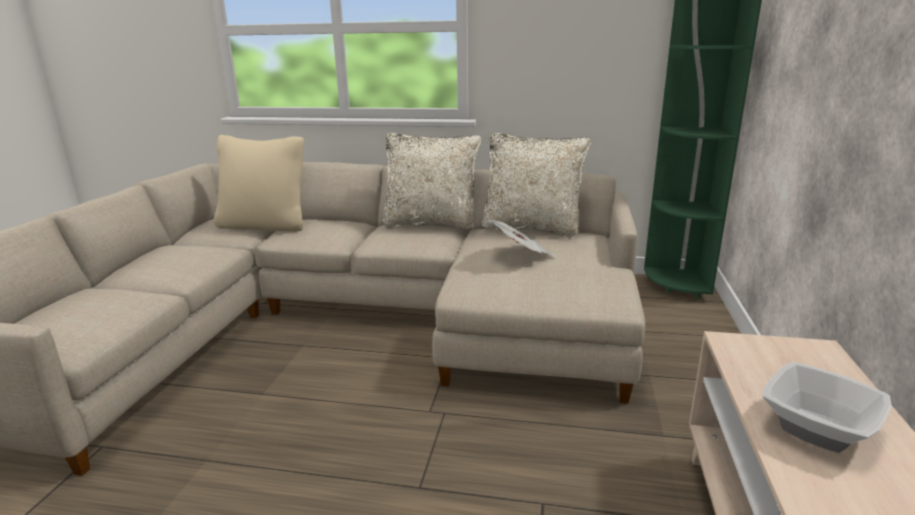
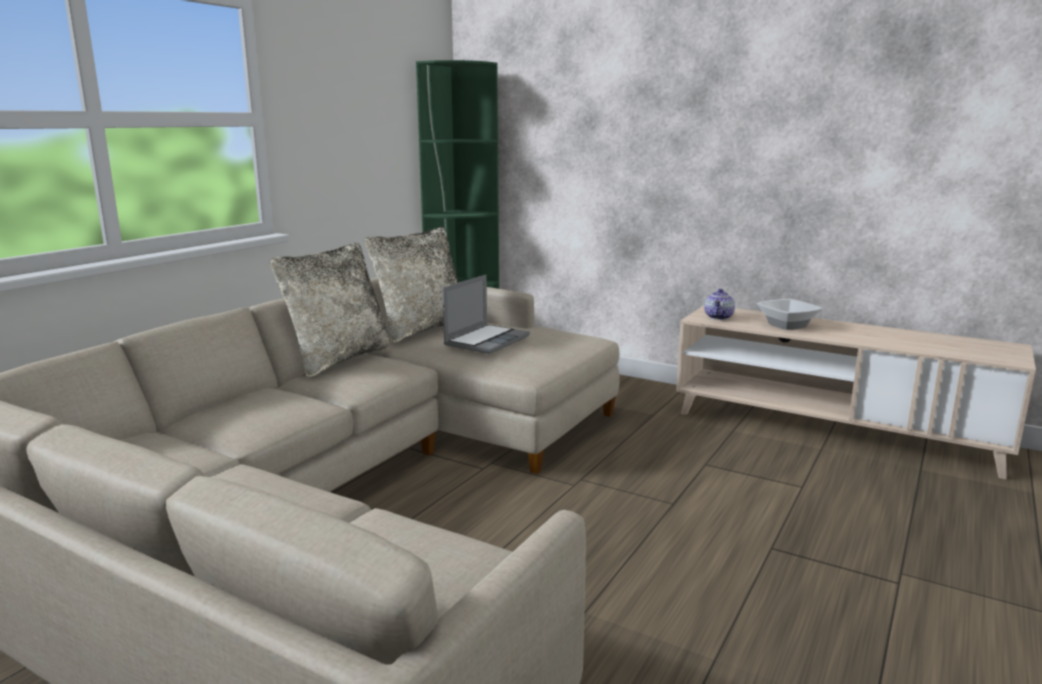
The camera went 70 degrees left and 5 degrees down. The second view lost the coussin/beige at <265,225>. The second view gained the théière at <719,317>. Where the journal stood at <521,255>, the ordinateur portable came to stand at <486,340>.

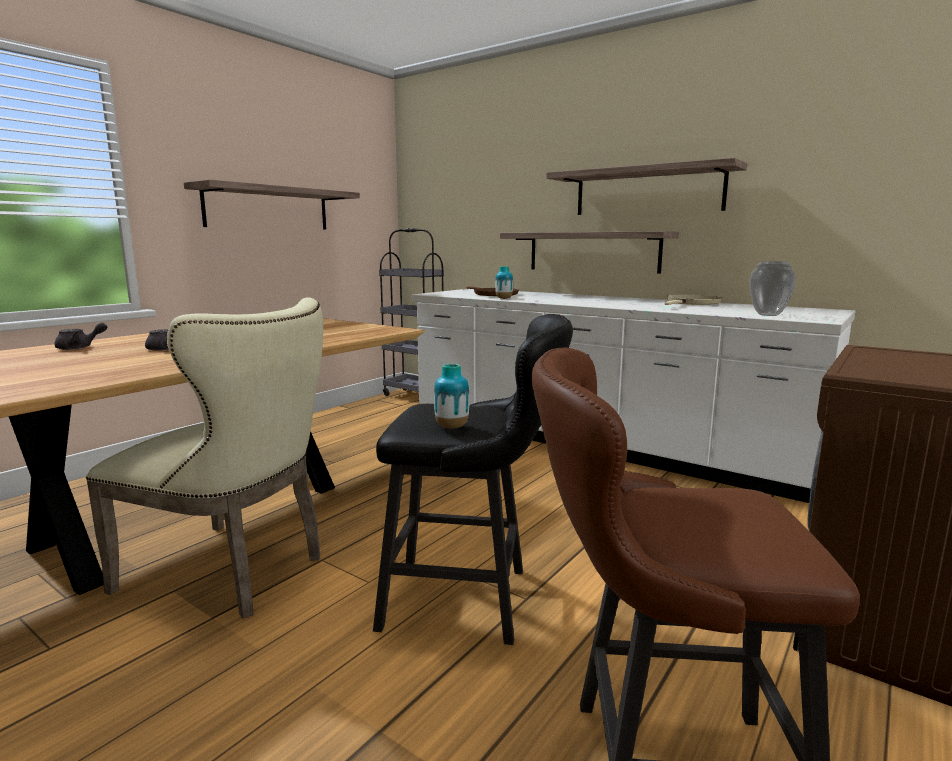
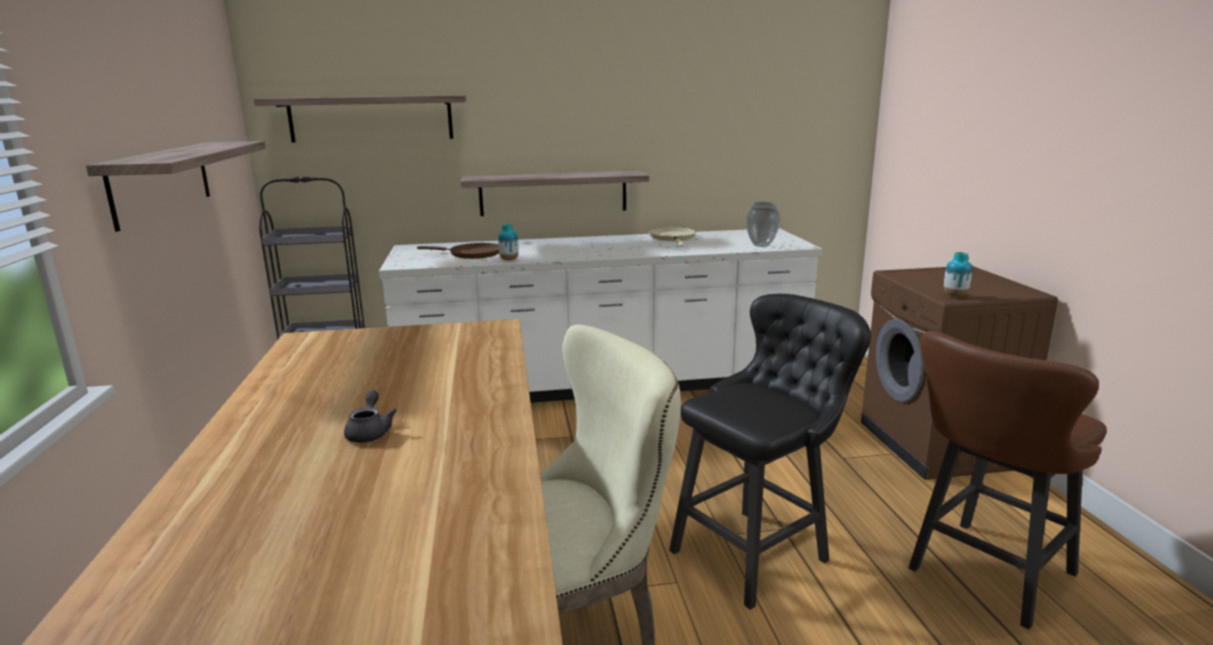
The camera went 45 degrees left and 5 degrees up. The second view lost the théière/gris at <80,348>. The vase ended up elsewhere, having gone from <452,427> to <955,295>. The étagère ended up elsewhere, having gone from <647,191> to <371,118>.

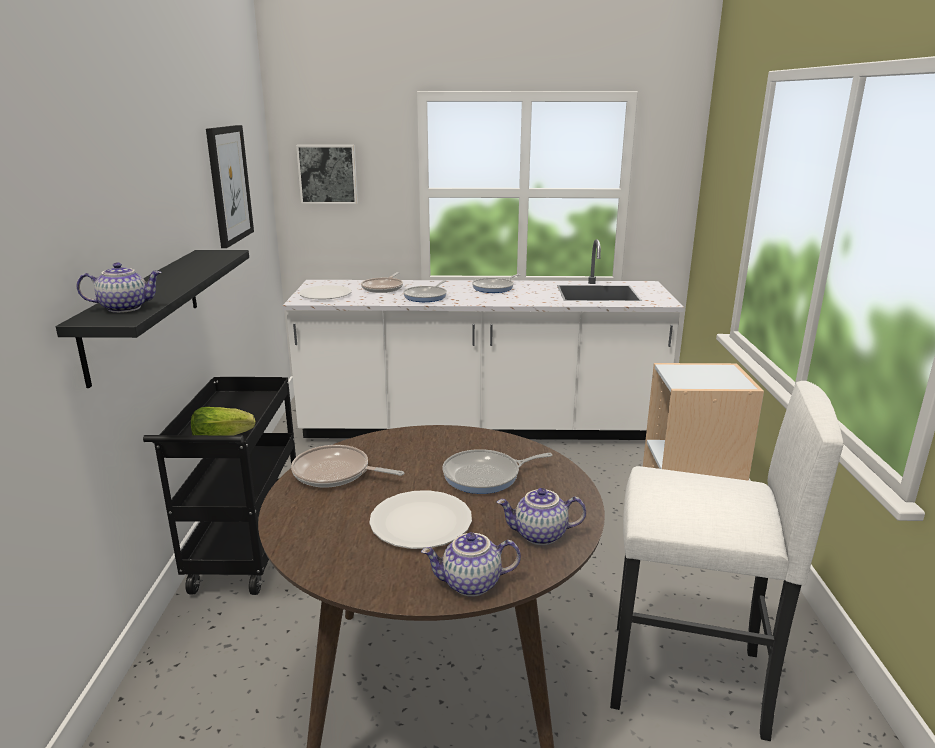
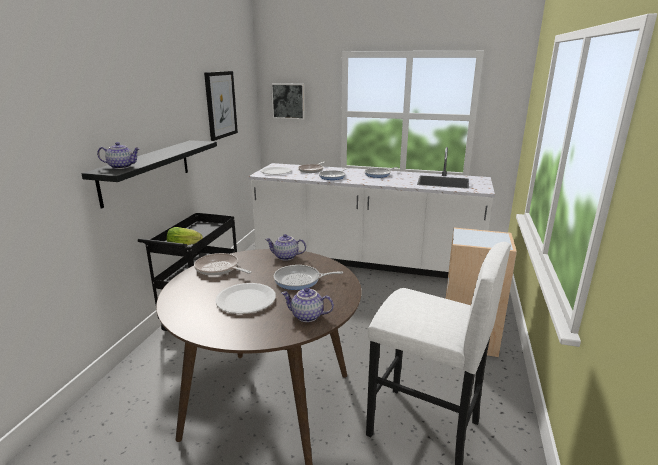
The camera went 15 degrees right and 0 degrees up. The théière ended up elsewhere, having gone from <471,584> to <285,257>.

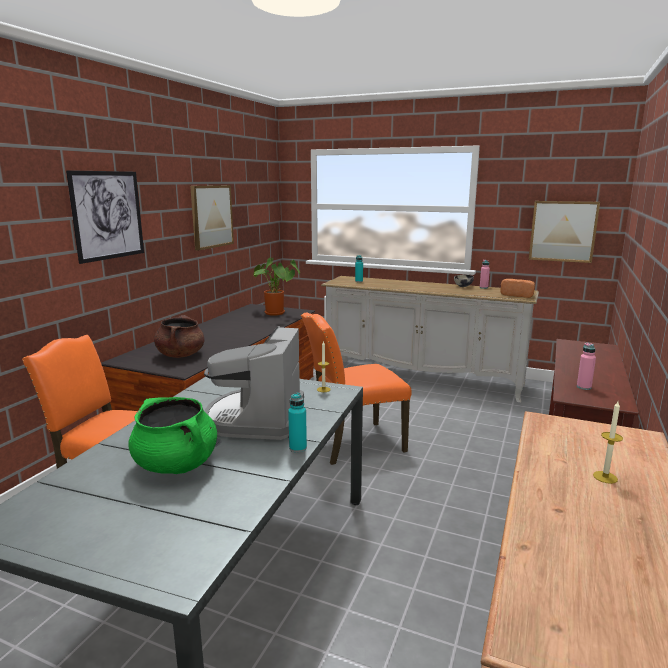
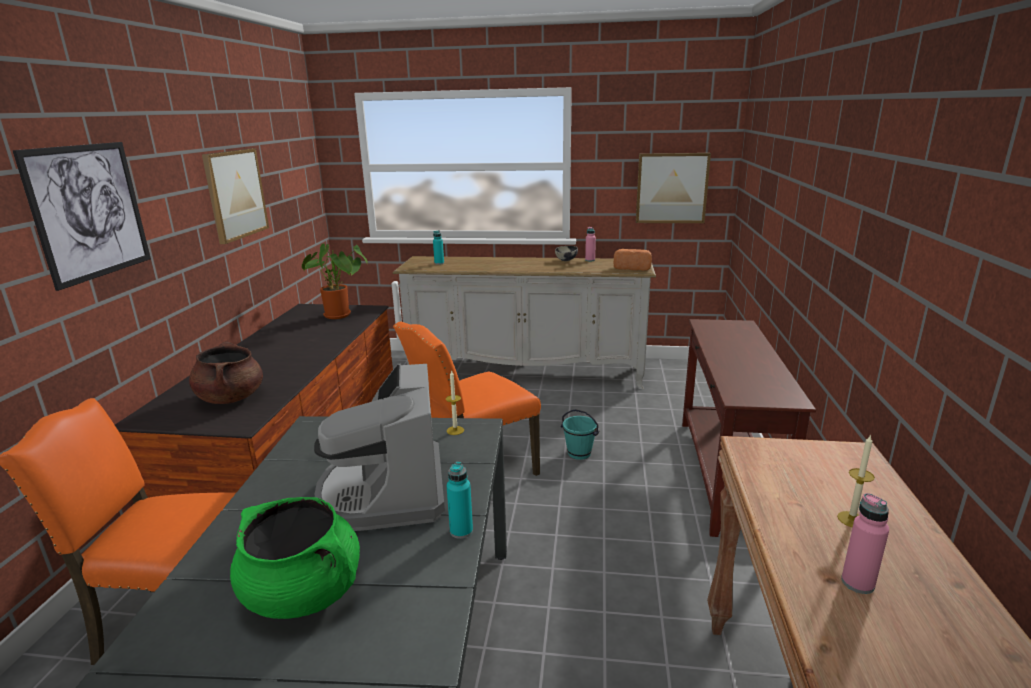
The camera went 15 degrees left and 5 degrees up. The second view gained the seau/turquoise at <579,453>. The bouteille/rose ended up elsewhere, having gone from <583,387> to <857,583>.

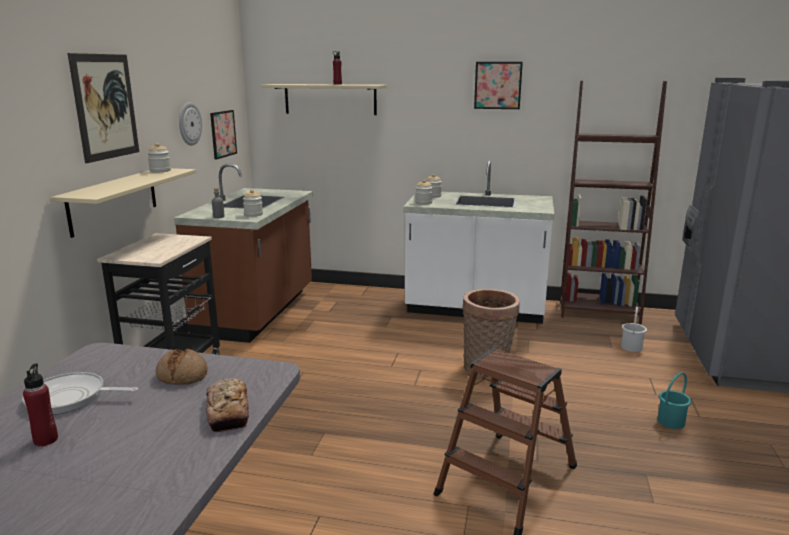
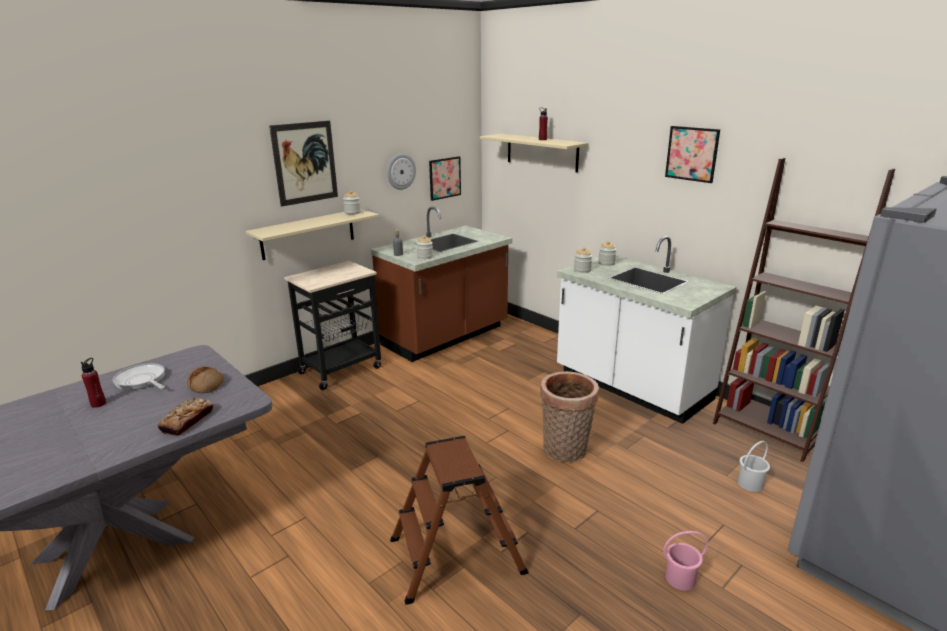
The camera went 35 degrees right and 5 degrees up. What was the seau/turquoise at <671,422> turned into the seau/rose at <680,579>.

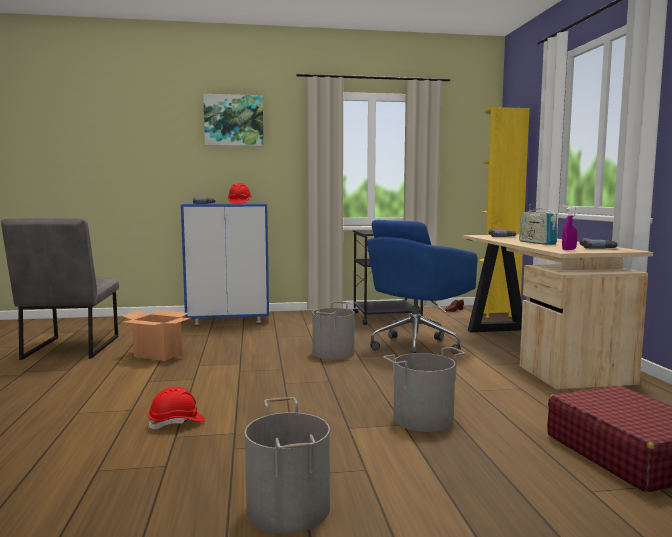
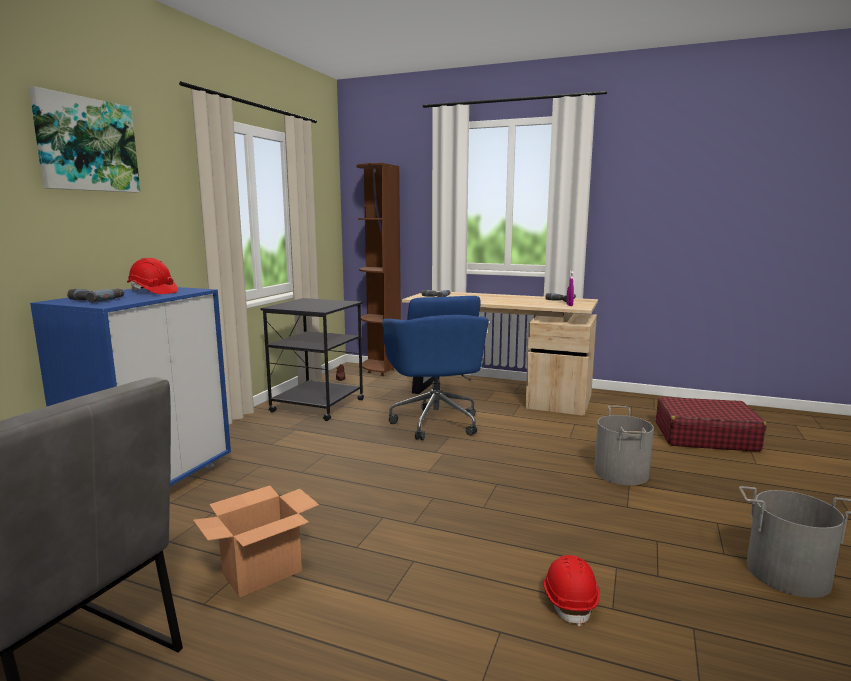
The camera went 60 degrees left and 5 degrees up. The second view lost the seau/gris at <334,353>. The second view lost the radio at <537,243>. What was the bibliothèque/jaune at <495,314> turned into the bibliothèque/marron at <378,371>.

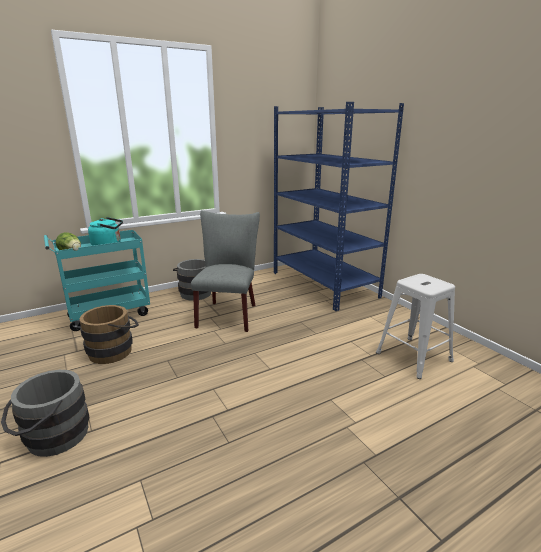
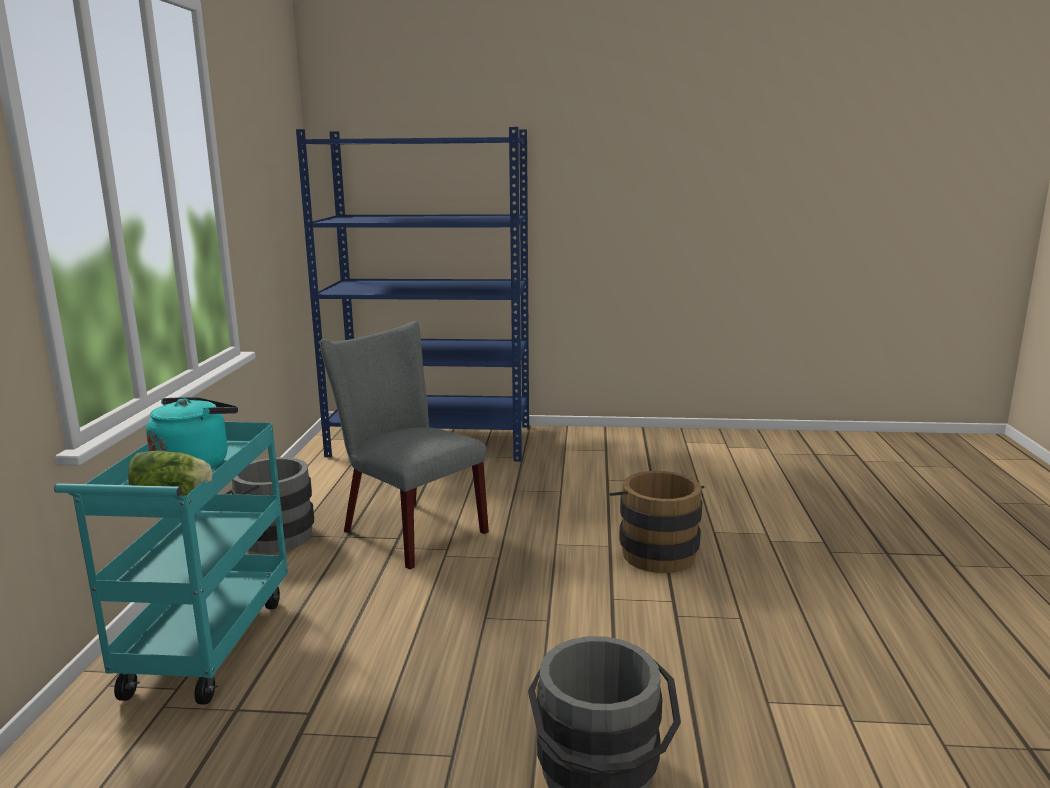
The camera went 55 degrees left and 5 degrees down. The second view lost the tabouret/blanc at <413,357>. The seau/marron ended up elsewhere, having gone from <114,350> to <655,551>.

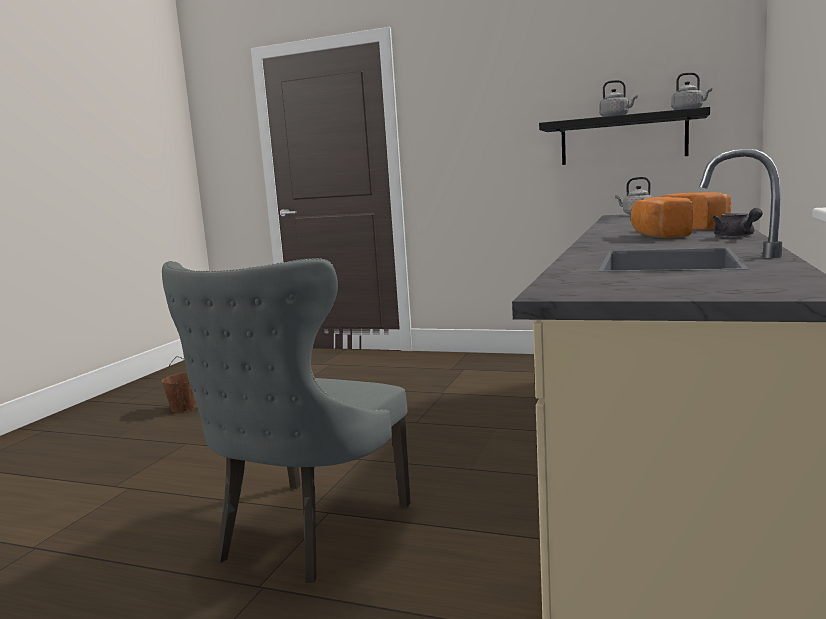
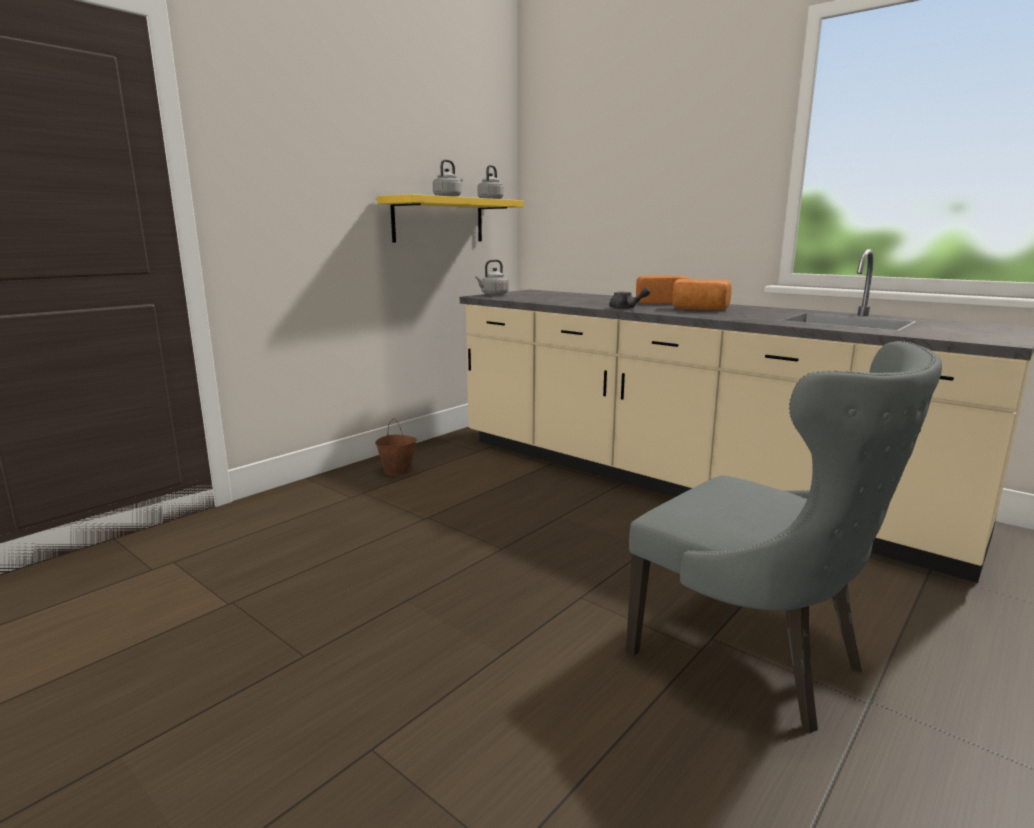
The camera went 70 degrees left and 5 degrees up. The seau/marron ended up elsewhere, having gone from <183,408> to <397,471>. The théière/gris ended up elsewhere, having gone from <736,236> to <626,308>. What was the étagère/noir at <623,139> turned into the étagère/jaune at <438,220>.

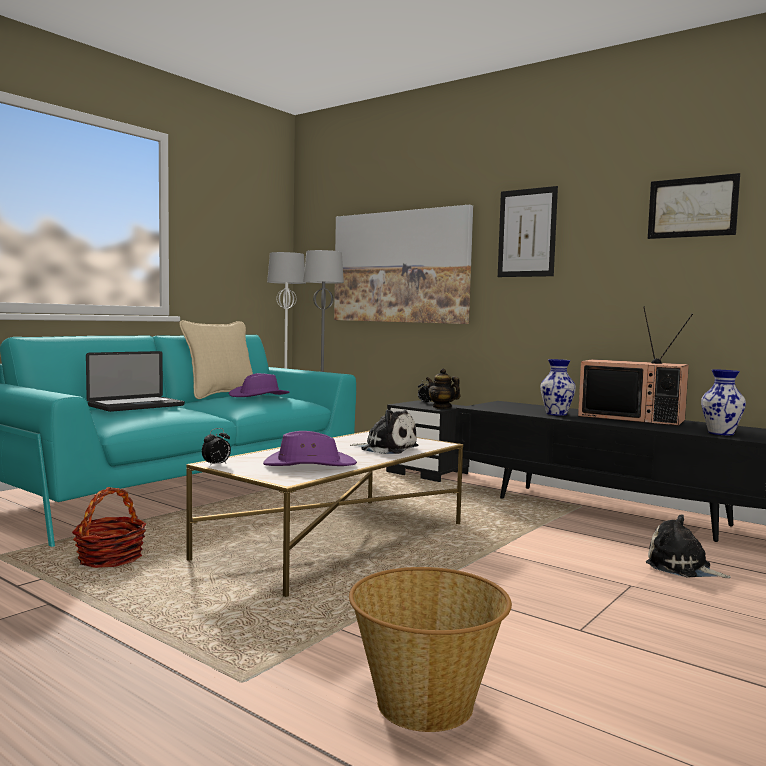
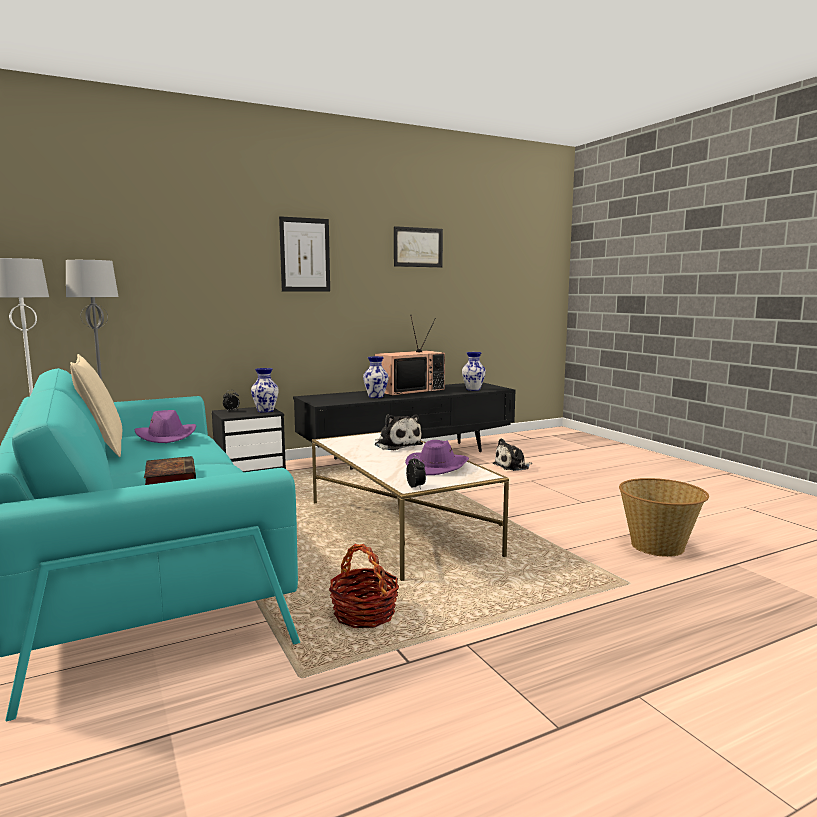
The camera went 65 degrees left and 5 degrees up. The second view lost the tableau at <400,267>. Where the ordinateur portable stood at <136,406>, the livre came to stand at <169,476>. Where the théière stood at <441,407>, the vase came to stand at <266,411>. The peluche at <386,449> ended up facing another way, 90 degrees clockwise from before.

